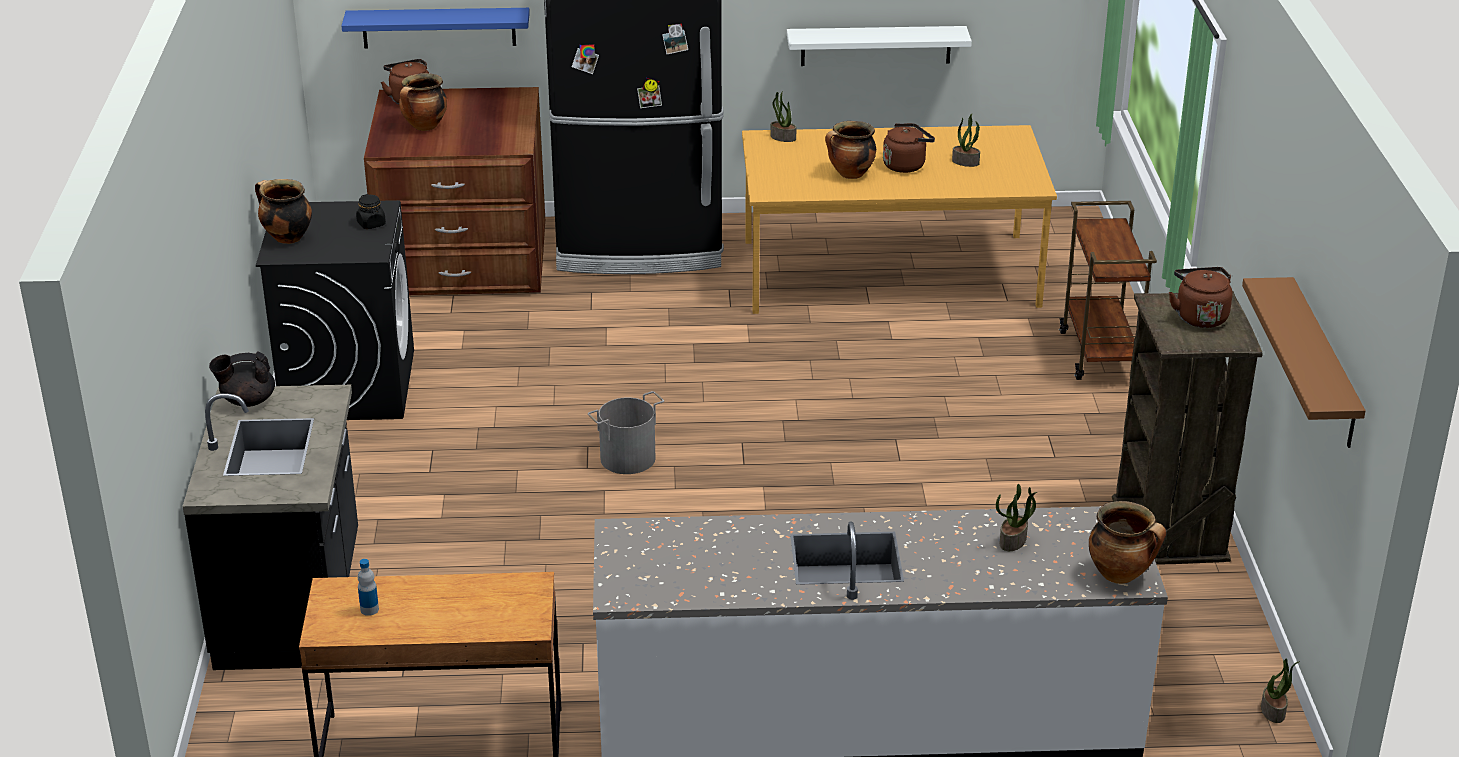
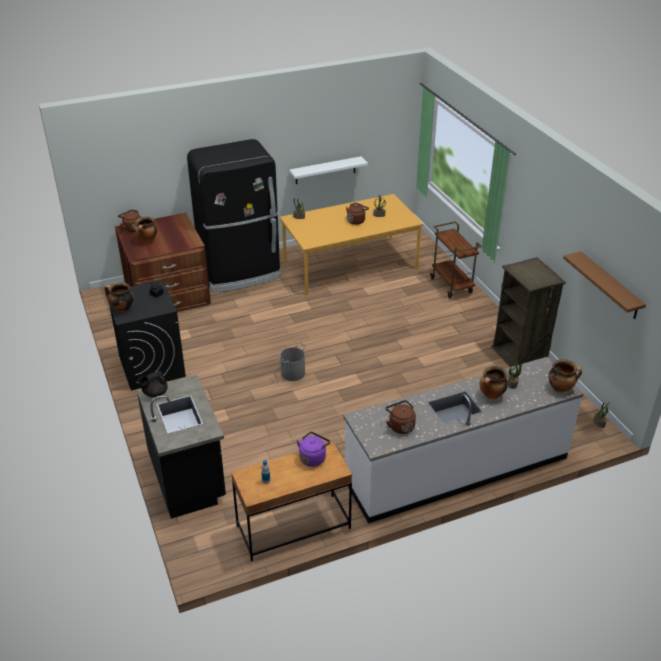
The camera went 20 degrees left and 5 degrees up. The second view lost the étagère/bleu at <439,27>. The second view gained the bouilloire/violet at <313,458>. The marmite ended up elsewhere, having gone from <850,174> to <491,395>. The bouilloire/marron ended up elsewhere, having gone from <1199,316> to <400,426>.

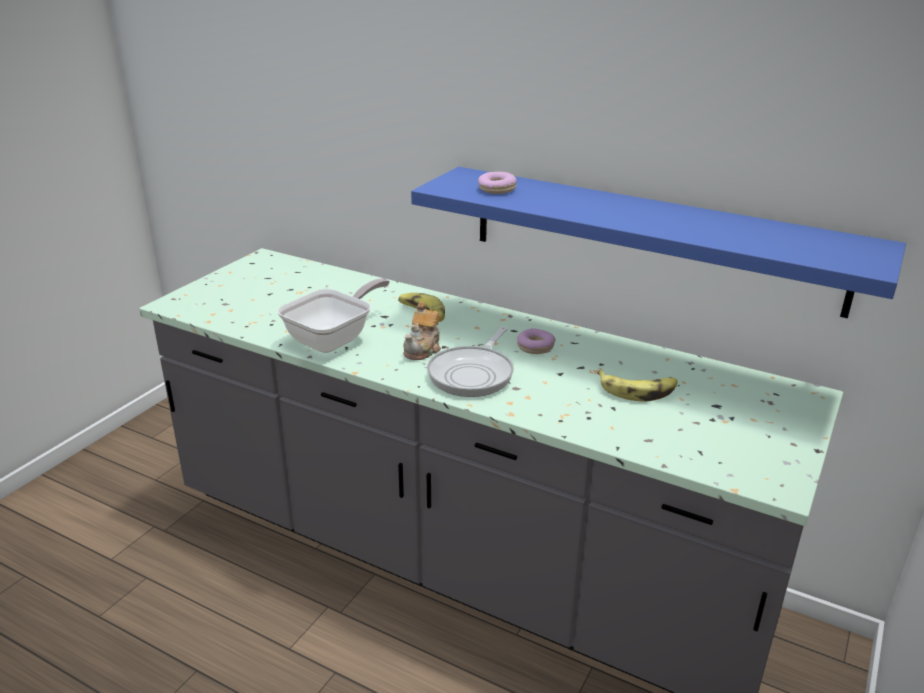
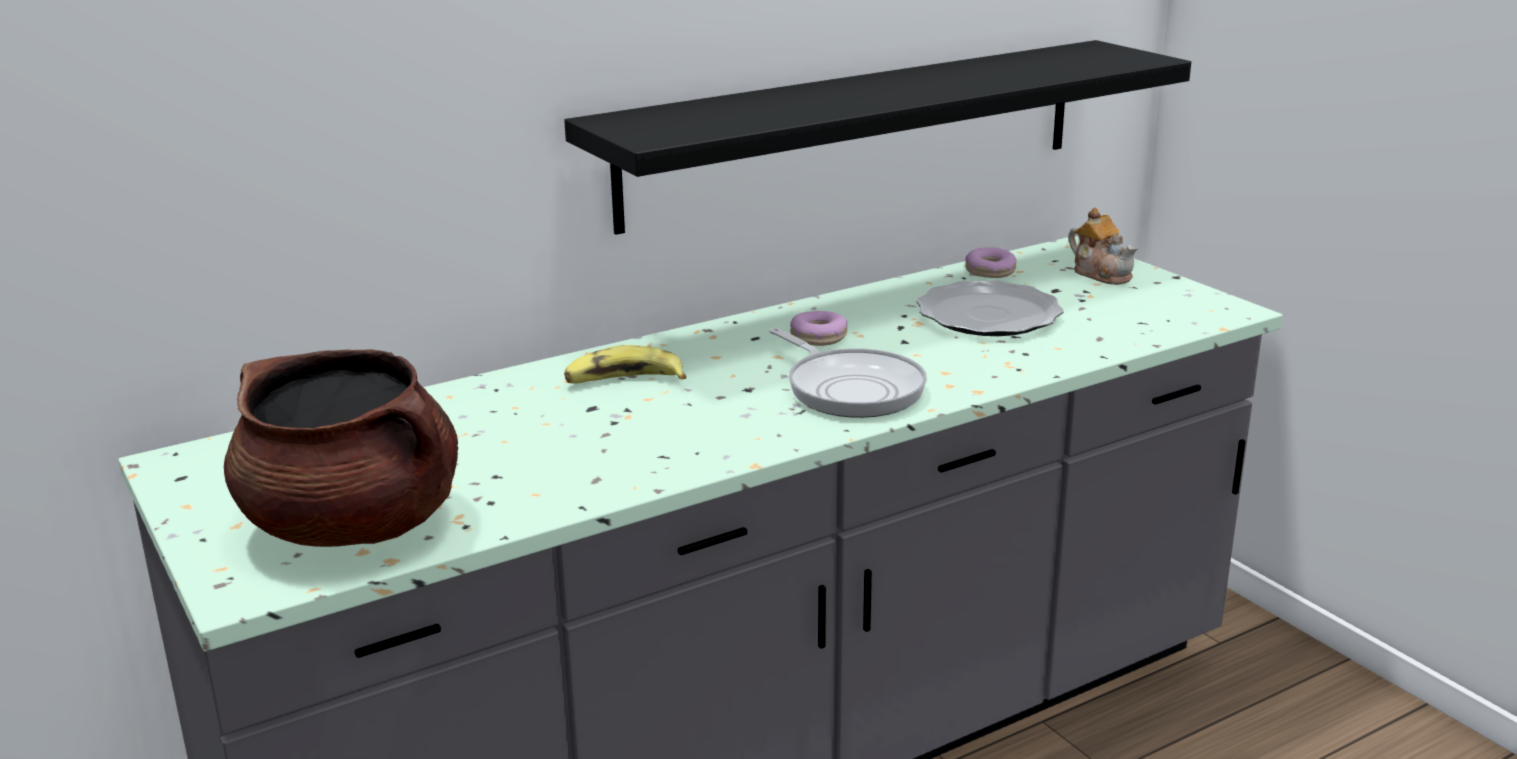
The camera went 60 degrees left and 5 degrees down. The second view lost the poêle at <335,338>. The second view gained the marmite/marron at <355,525>. The théière ended up elsewhere, having gone from <423,349> to <1102,274>. The beignet ended up elsewhere, having gone from <496,189> to <990,272>. Where the banane stood at <638,391>, the assiette came to stand at <988,314>. What was the étagère/bleu at <651,238> turned into the étagère/noir at <857,131>.

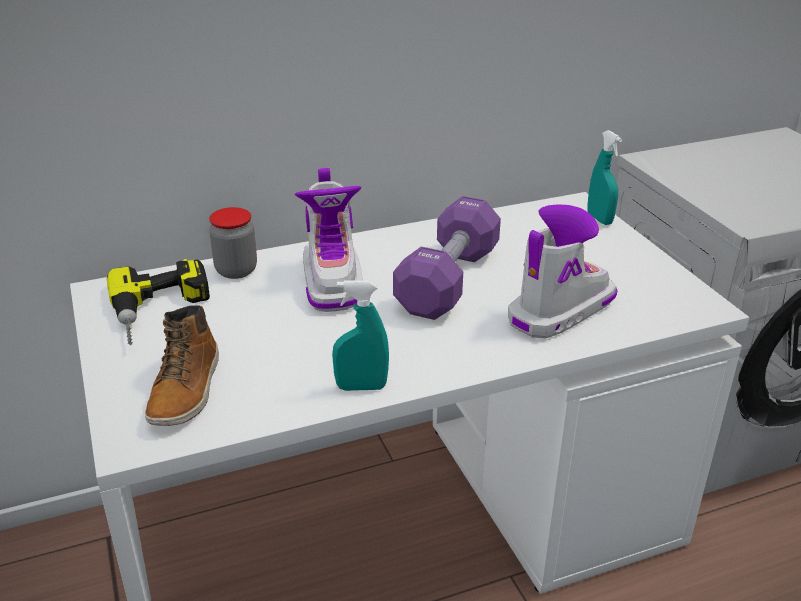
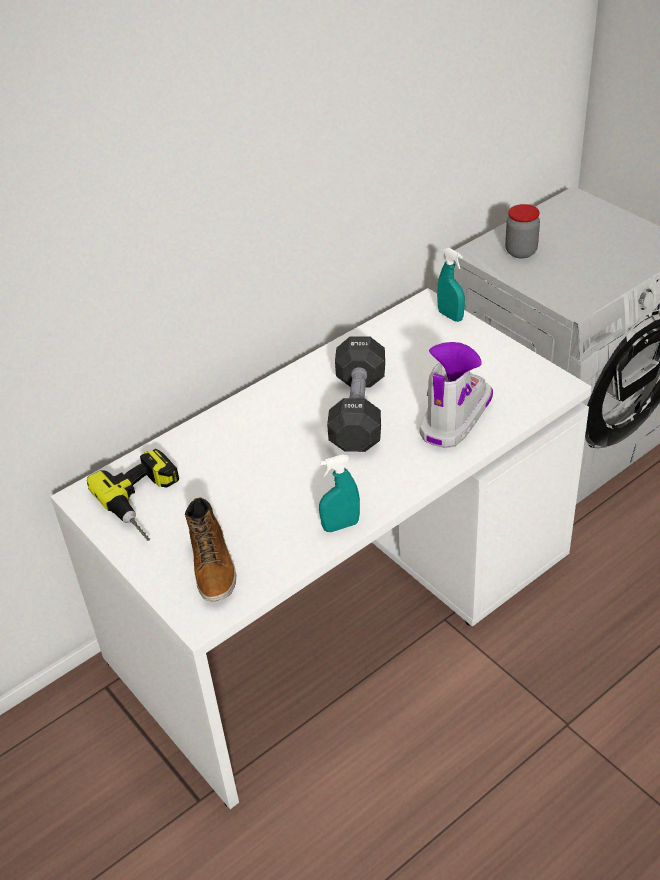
The camera went 15 degrees left and 10 degrees up. The second view lost the botte at <333,281>. The bocal ended up elsewhere, having gone from <236,270> to <521,251>. What was the haltère/violet at <448,280> turned into the haltère/noir at <358,411>.

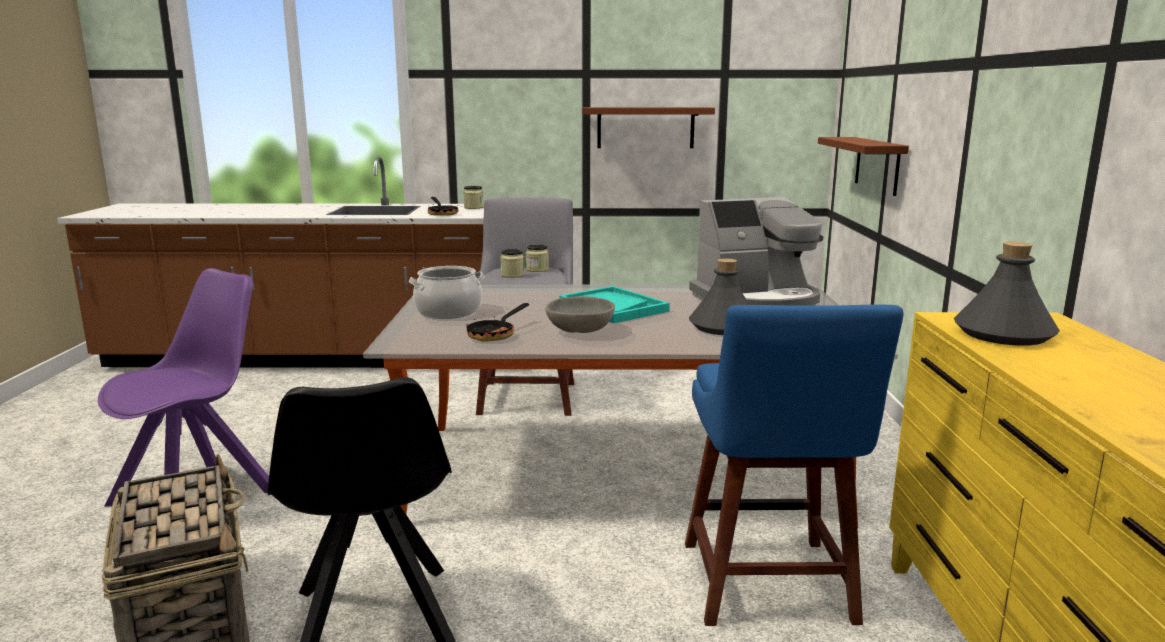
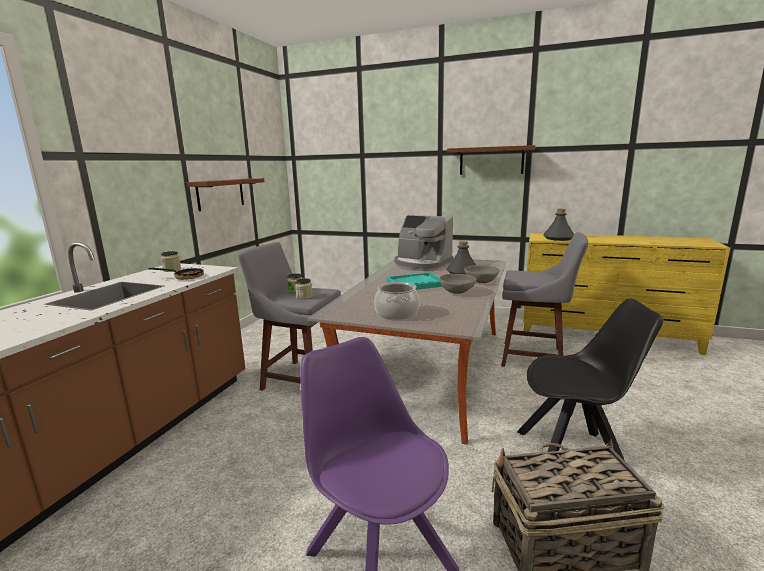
The camera went 70 degrees left and 0 degrees up. The second view lost the poêle at <495,334>. The second view gained the bol/gris at <481,282>. The étagère/marron ended up elsewhere, having gone from <877,165> to <491,160>. What was the tabouret/bleu at <767,586> turned into the tabouret/gris at <535,357>. The machine à café at <757,301> ended up facing another way, 120 degrees clockwise from before.

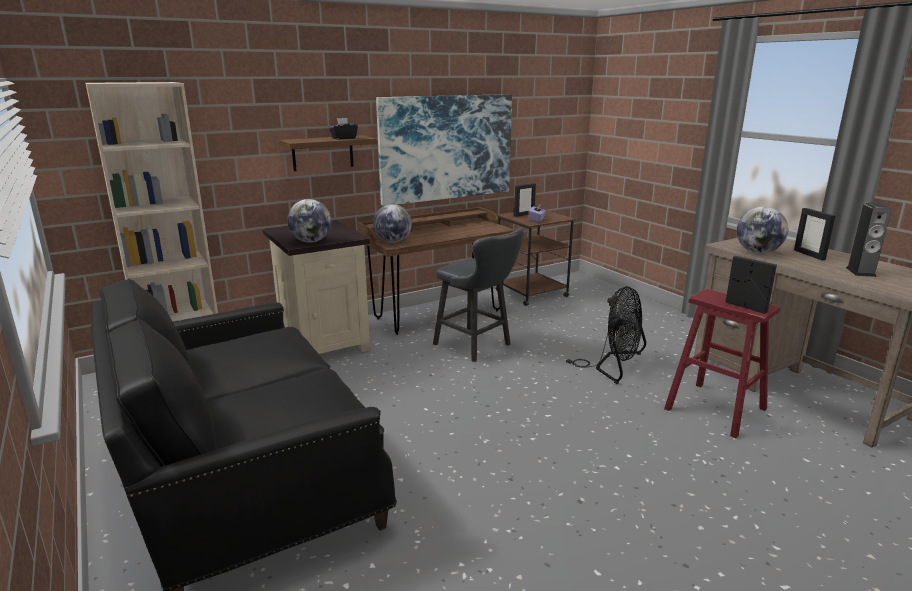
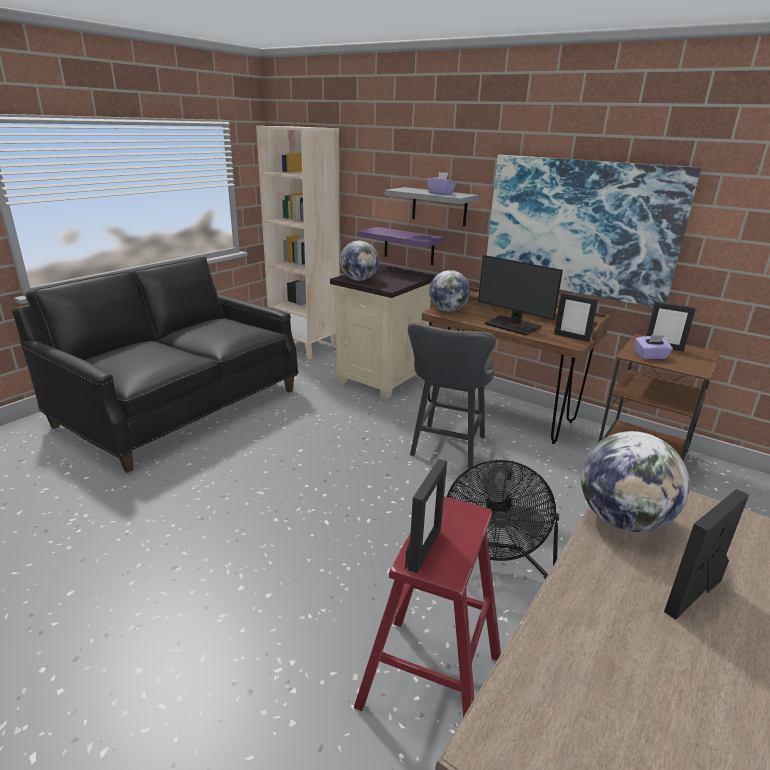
The camera went 65 degrees right and 5 degrees up. The second view lost the enceinte at <860,272>. The second view gained the étagère/violet at <409,246>. The second view gained the écran d'ordinateur at <513,326>. The second view gained the cadre photo at <571,337>. What was the étagère/marron at <323,153> turned into the étagère/gris at <439,206>. What was the boîte à mouchoirs/noir at <344,138> turned into the boîte à mouchoirs/violet at <440,193>.

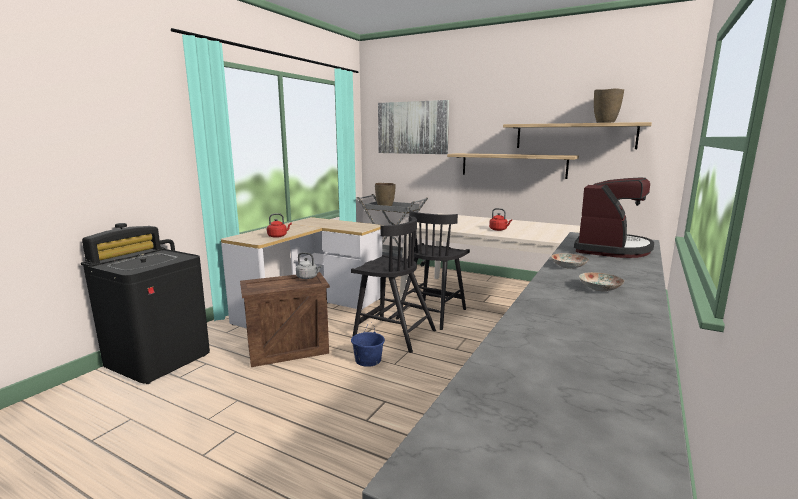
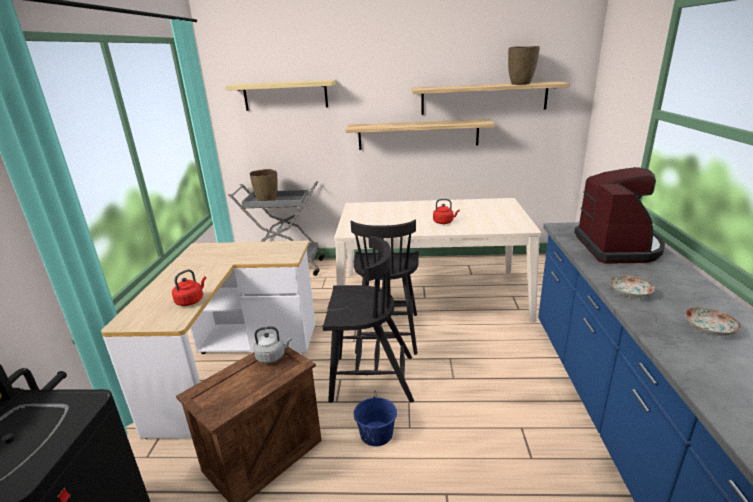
The camera went 25 degrees left and 10 degrees up. Where the tableau hung at <412,127>, the étagère came to hang at <285,95>.

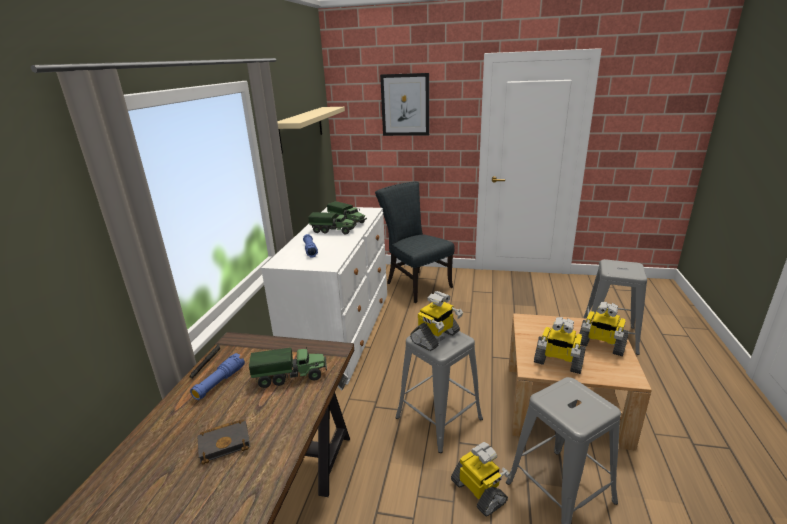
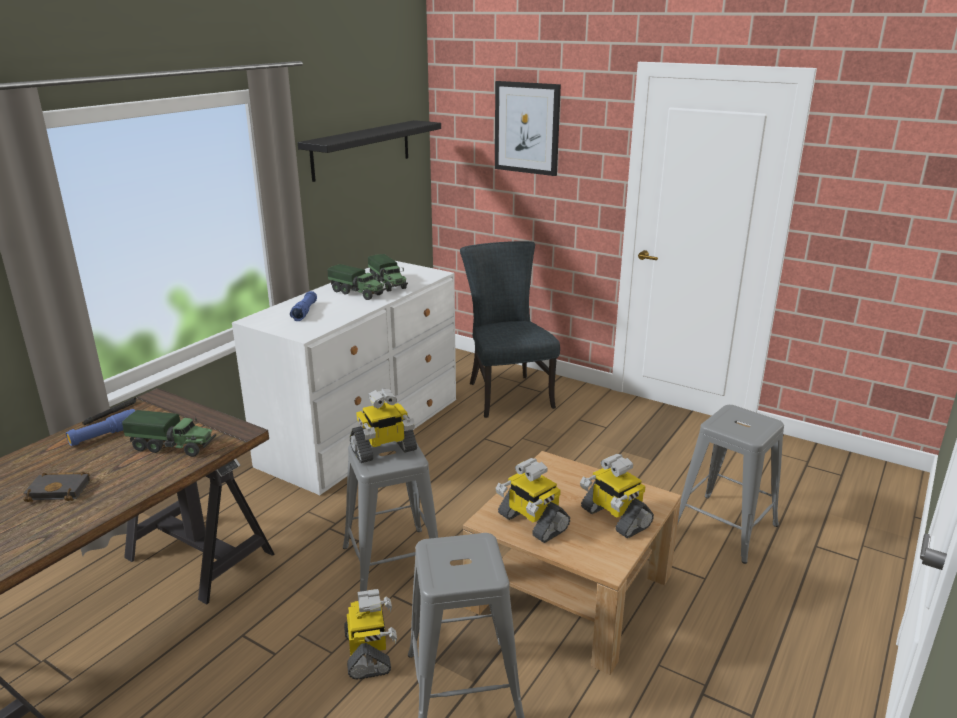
The camera went 20 degrees right and 0 degrees up. What was the étagère/beige at <301,128> turned into the étagère/noir at <362,149>.

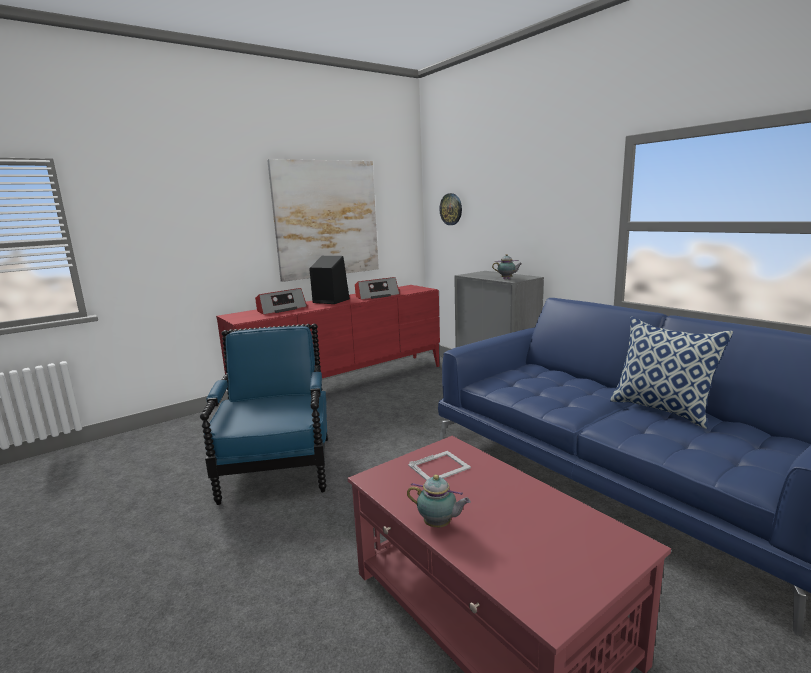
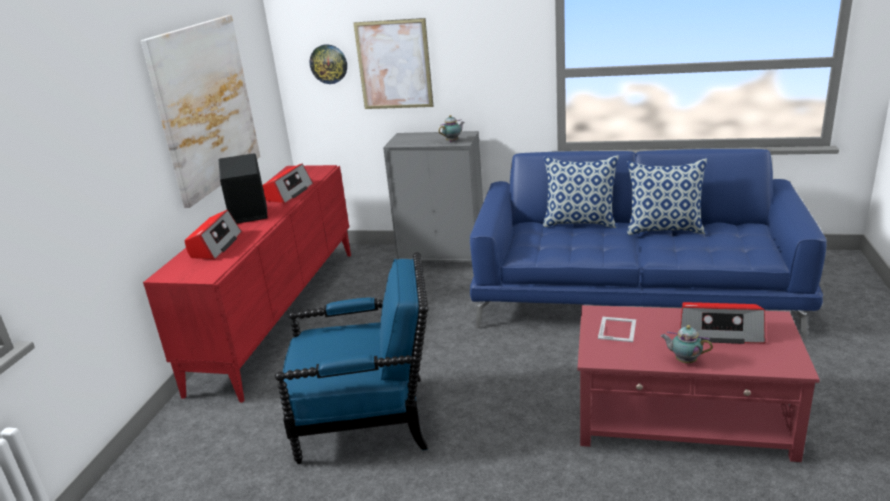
The camera went 40 degrees left and 10 degrees up. The second view gained the tableau at <394,65>. The second view gained the coussin at <580,223>. The second view gained the radio at <719,332>. The fauteuil/bleu at <278,465> ended up facing another way, 135 degrees clockwise from before. The théière at <439,525> ended up facing another way, 135 degrees counterclockwise from before.

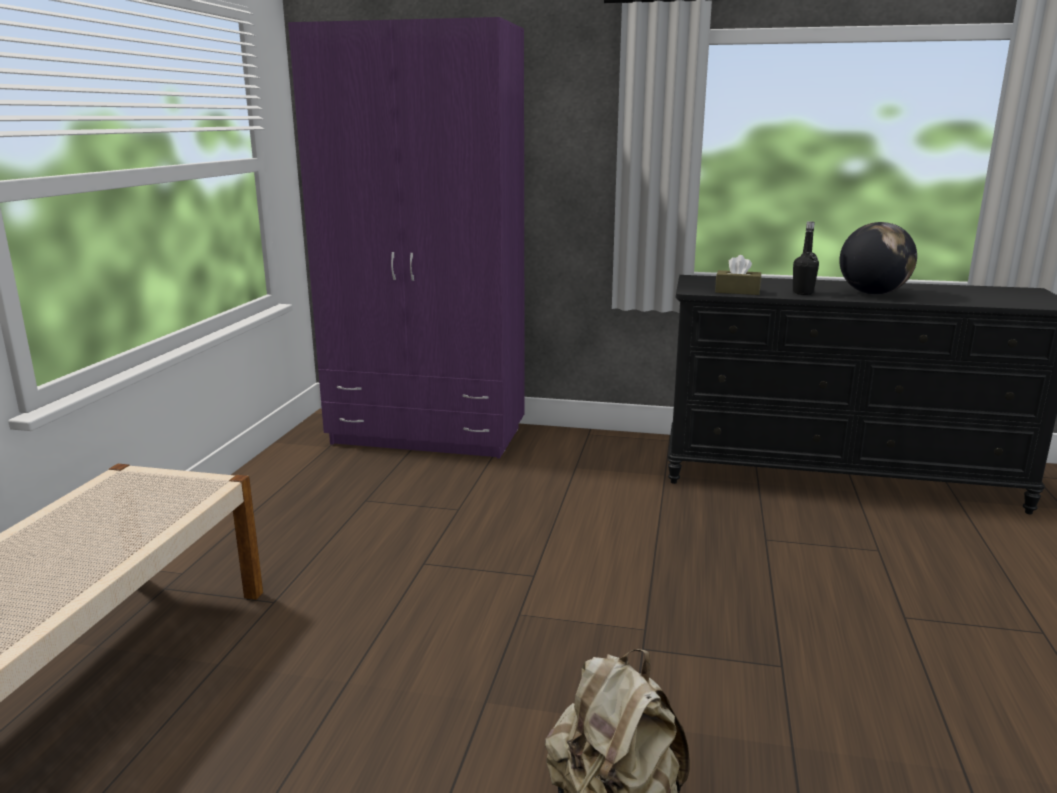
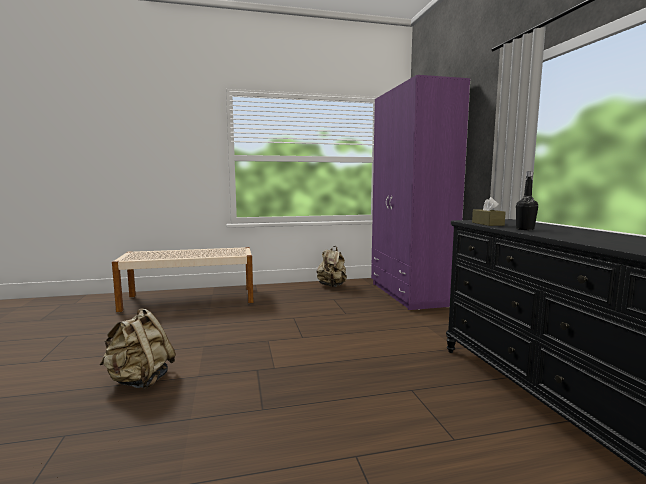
The camera went 65 degrees right and 10 degrees down. The second view lost the globe at <872,293>. The second view gained the sac à dos/beige at <332,286>.

